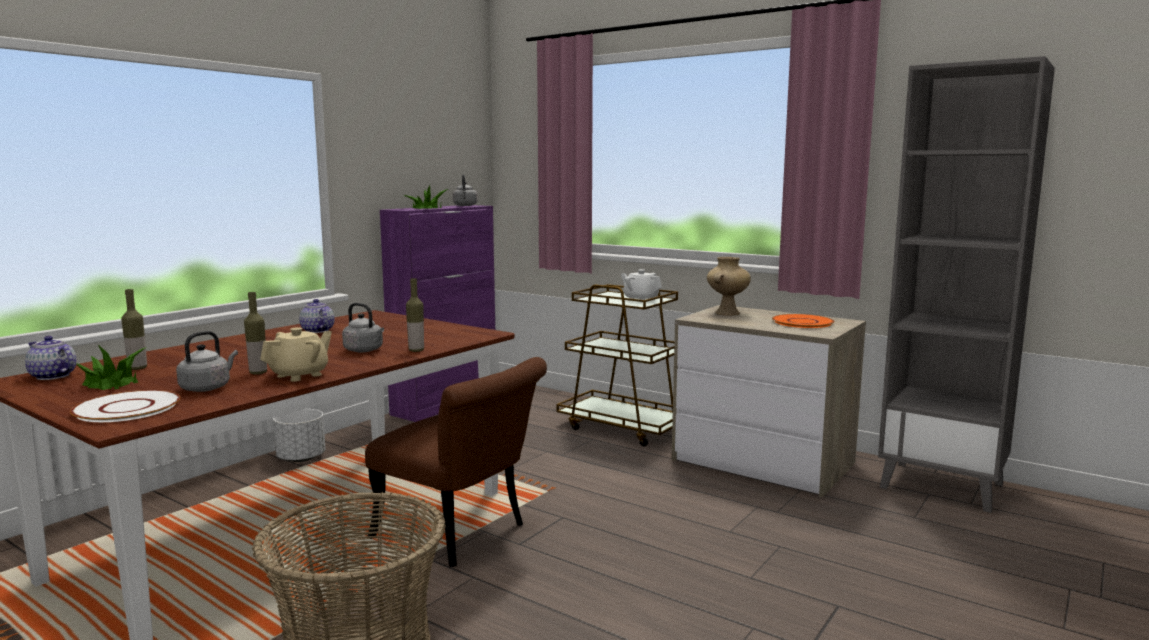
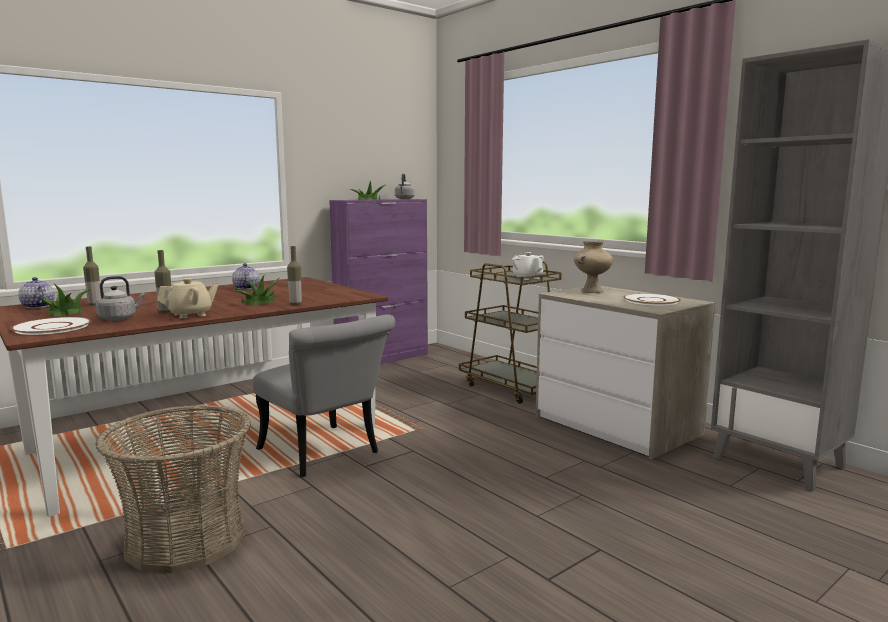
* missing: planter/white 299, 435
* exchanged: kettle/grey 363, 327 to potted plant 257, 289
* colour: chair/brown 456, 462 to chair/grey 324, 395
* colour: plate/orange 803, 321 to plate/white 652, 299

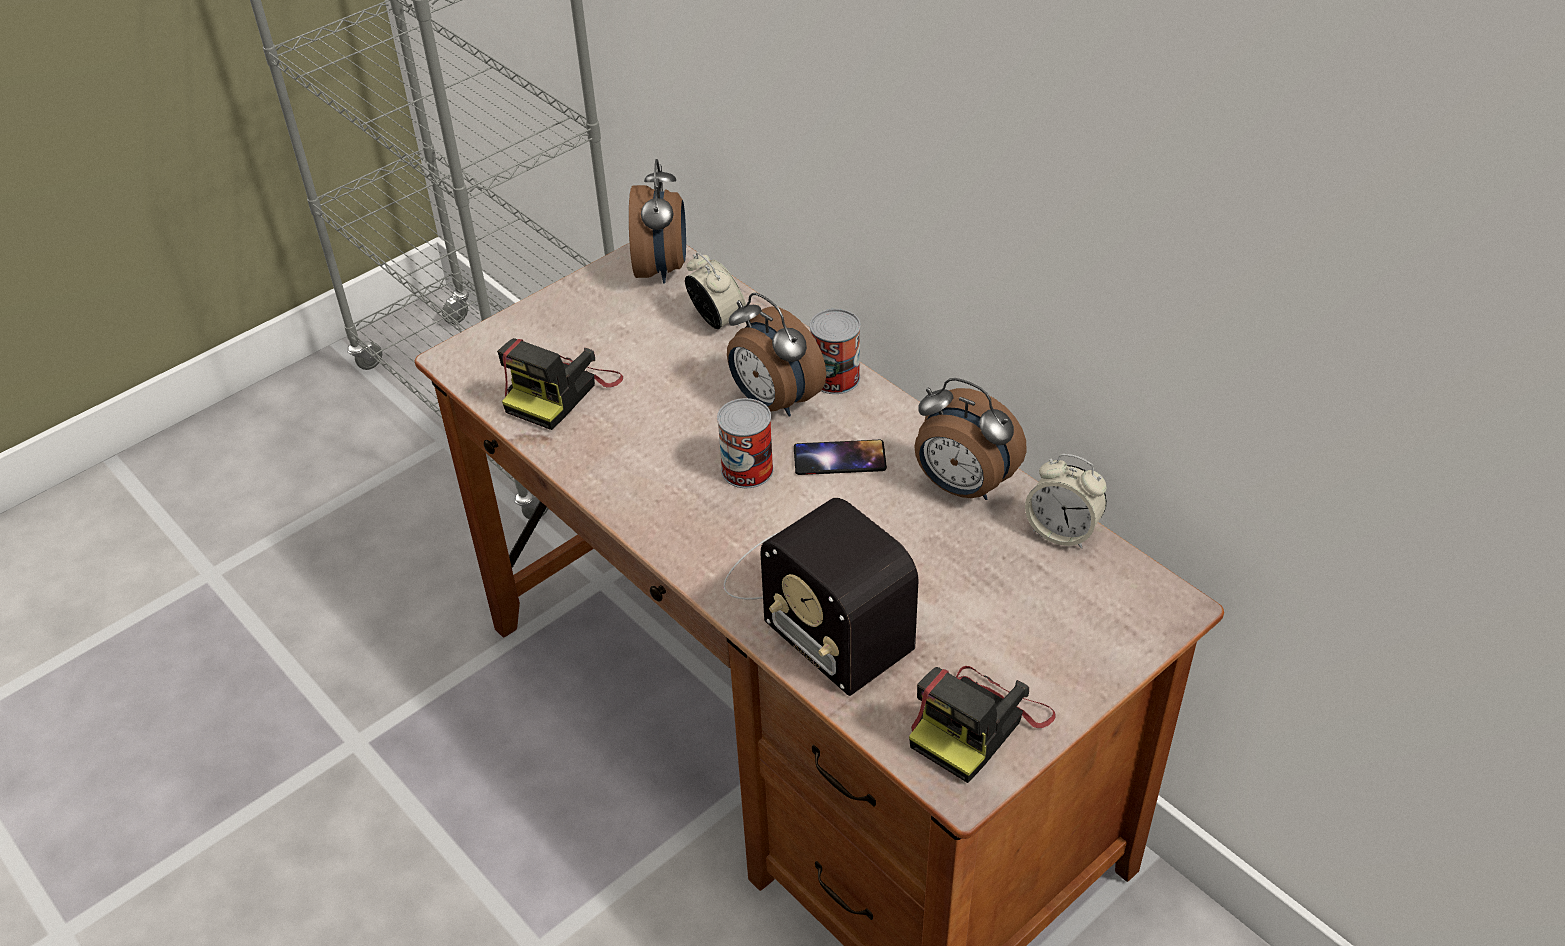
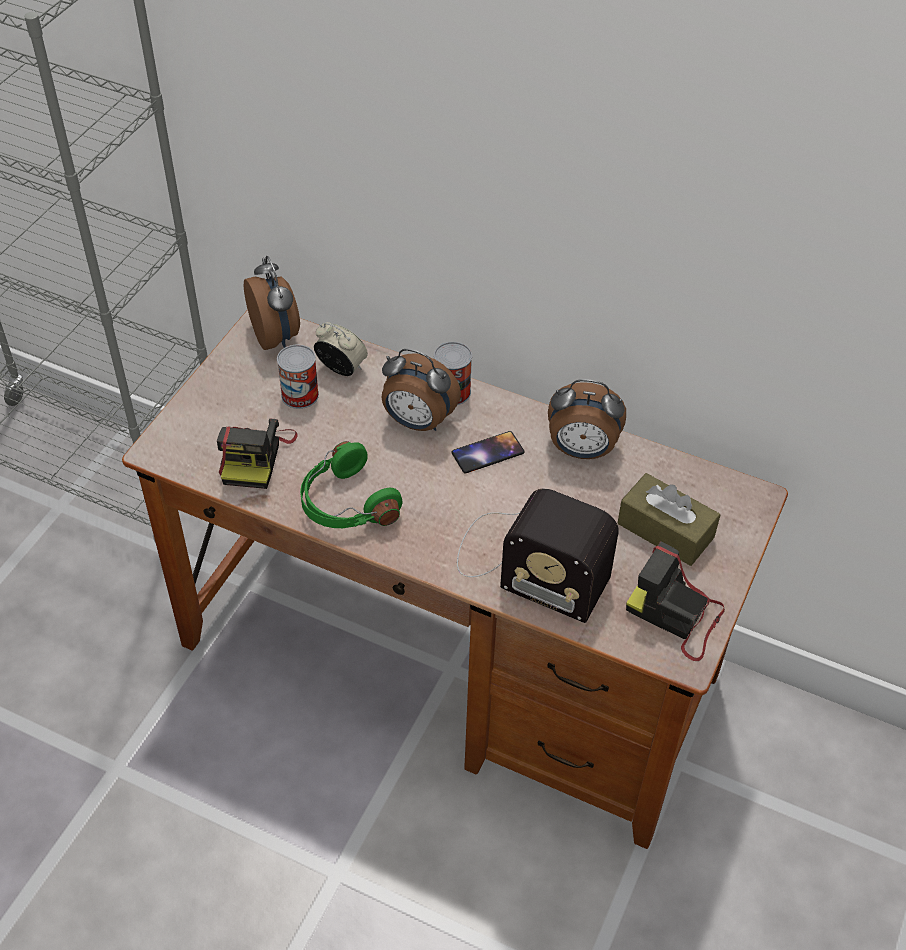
* relocated: can 745, 443 to 298, 377
* spun: photo camera 982, 724 = 675, 601 105 degrees clockwise
* missing: alarm clock 1066, 501
* appeared: headphones/green 351, 484
* appeared: tissue box/brown 669, 519

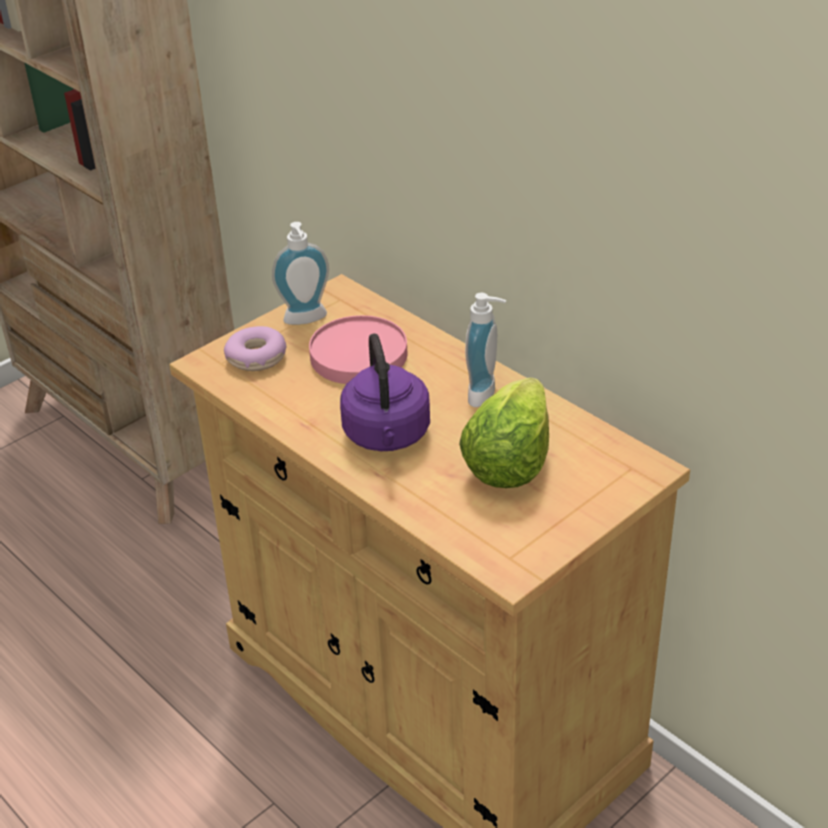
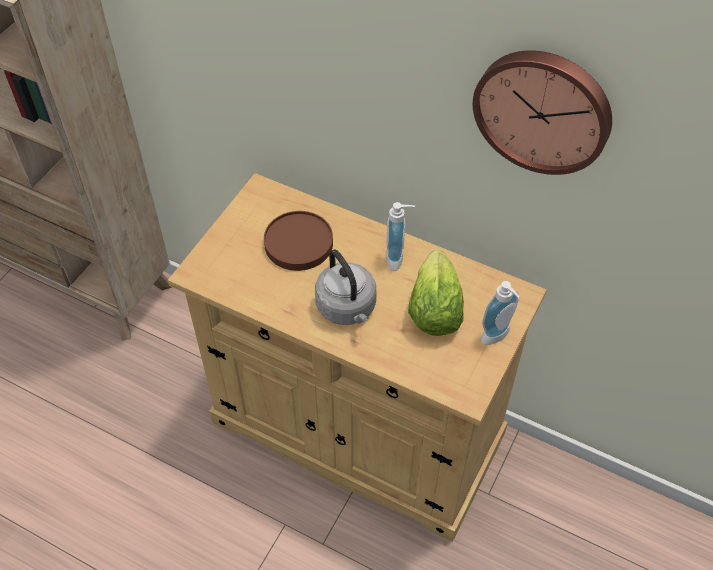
* missing: donut 255, 348
* relocated: soap dispenser 300, 273 to 500, 313
* colour: plate/pink 358, 349 to plate/brown 298, 241
* colour: kettle/purple 385, 392 to kettle/grey 346, 287
* appeared: wall clock 542, 112

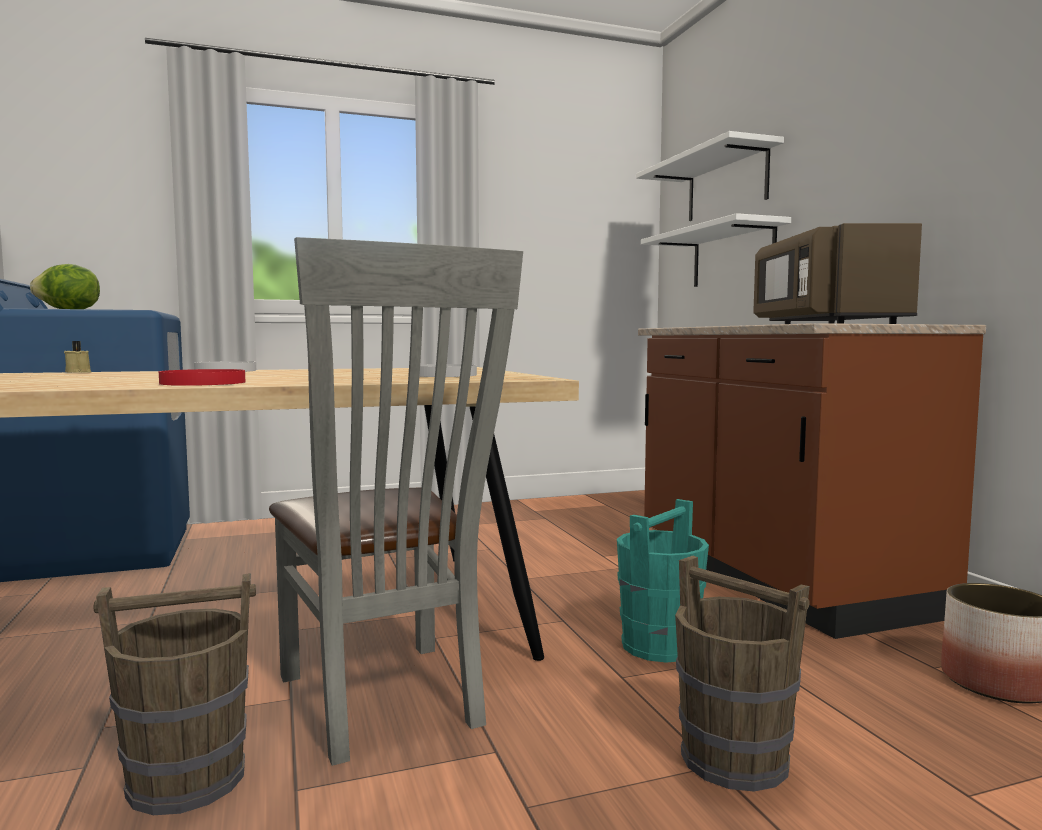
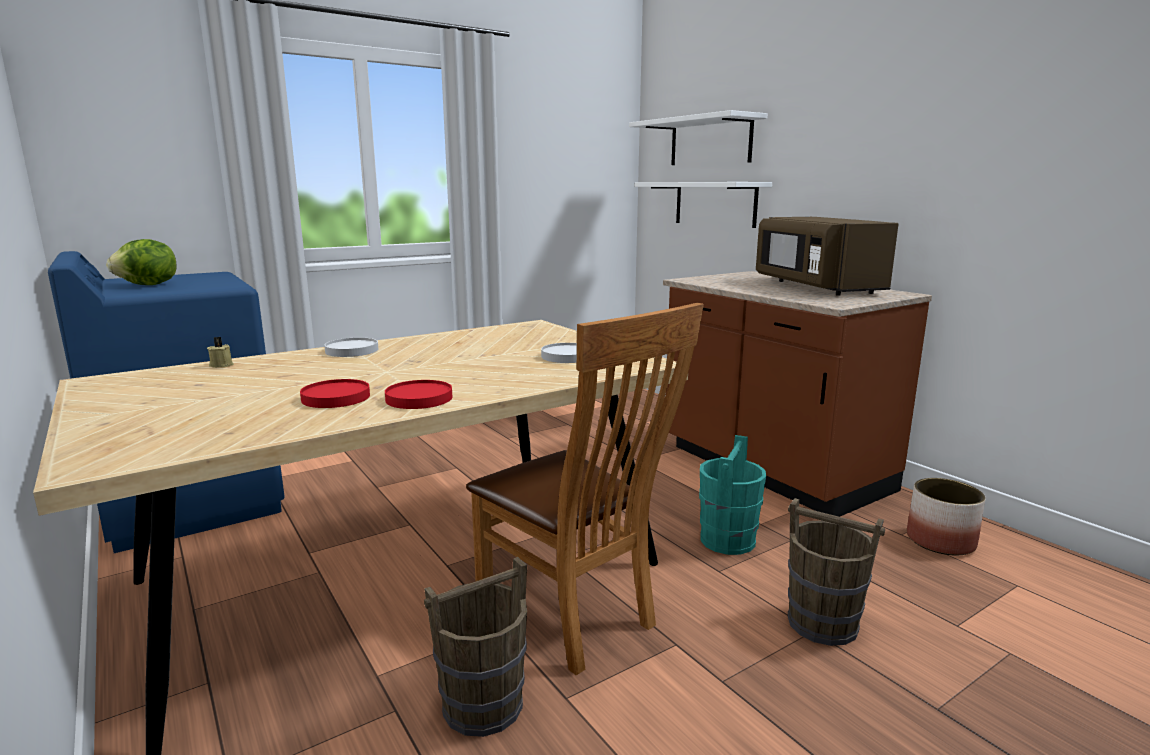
* colour: chair/grey 396, 501 to chair/brown 585, 489
* appeared: plate/red 335, 393

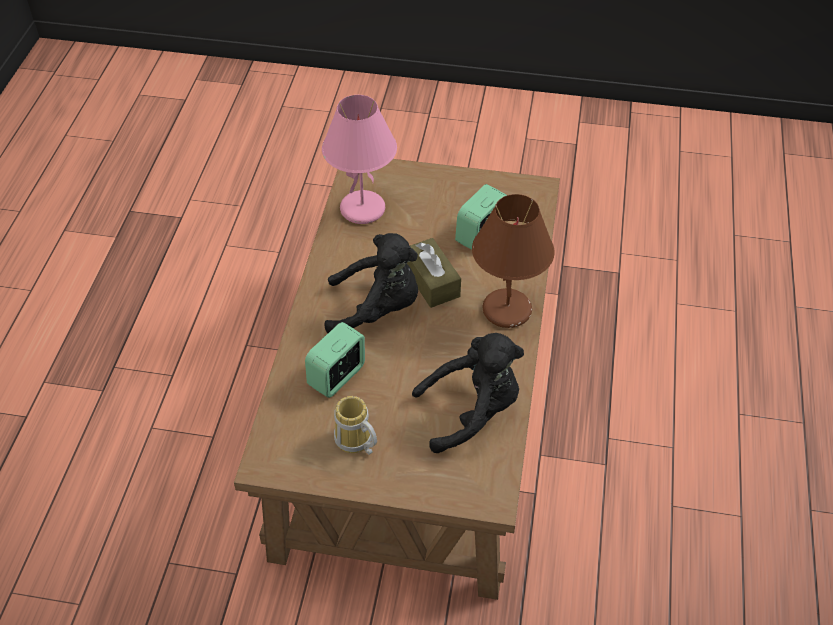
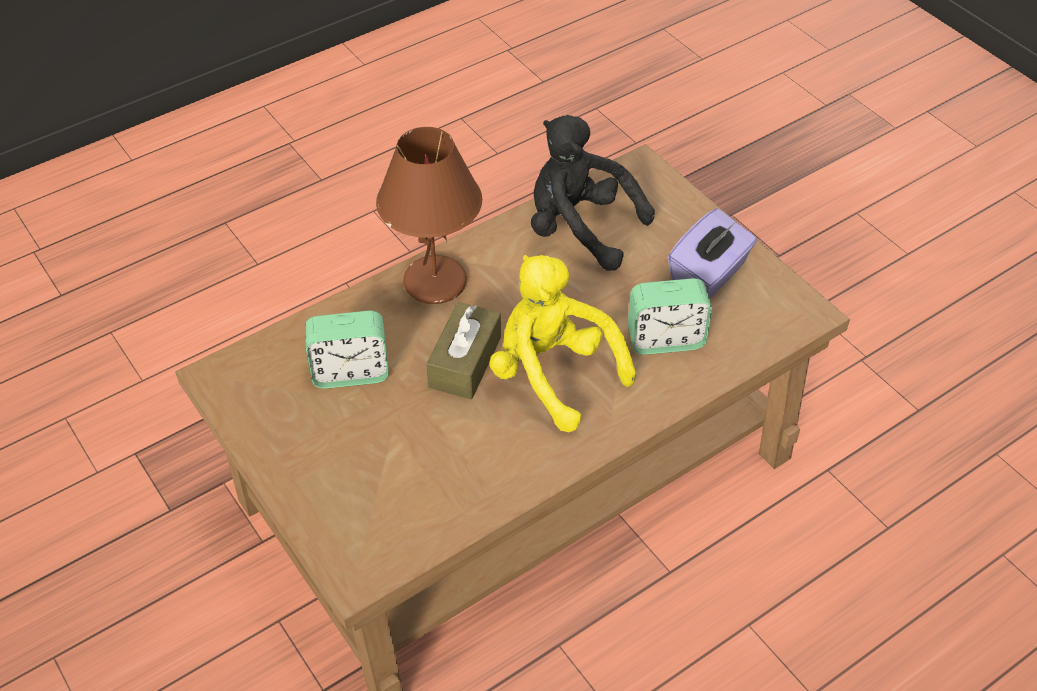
* missing: table lamp/pink 359, 159
* colour: plush toy/black 371, 283 to plush toy/yellow 562, 343
* exchanged: mug 355, 425 to tissue box/purple 712, 254

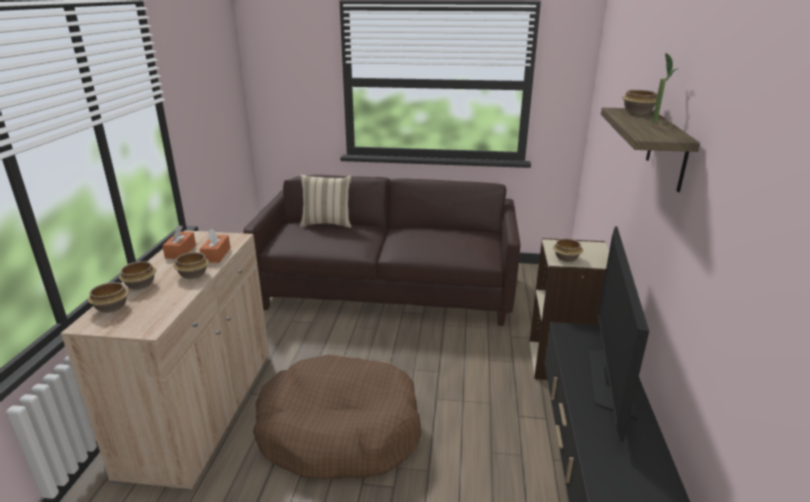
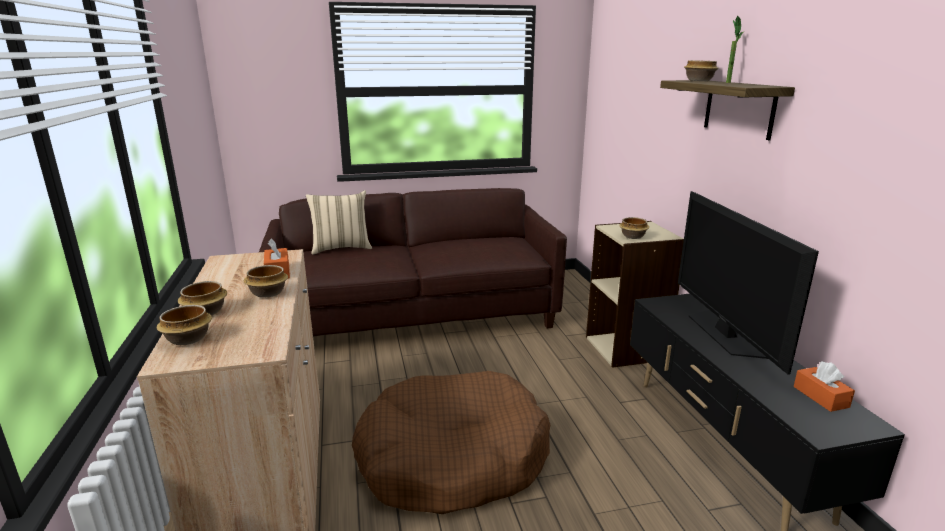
* relocated: tissue box/orange 179, 242 to 824, 386

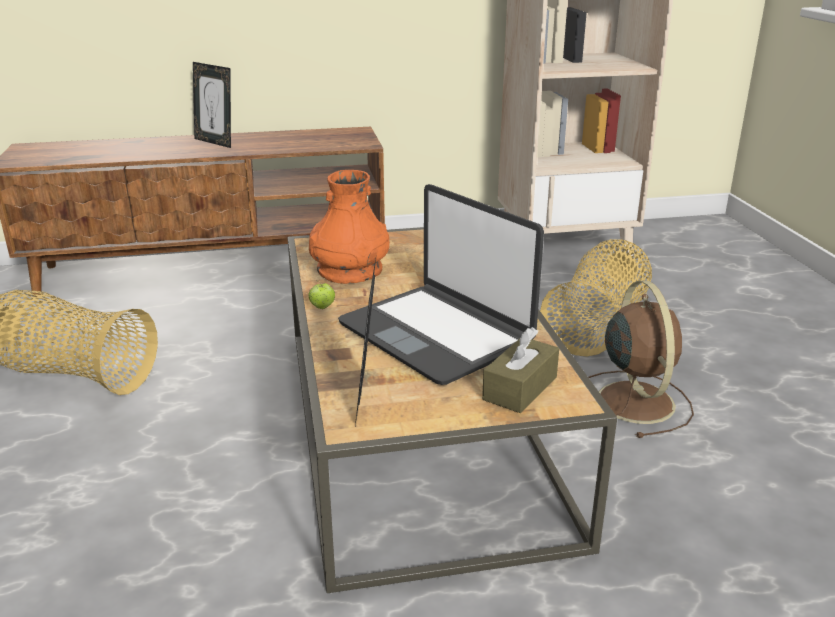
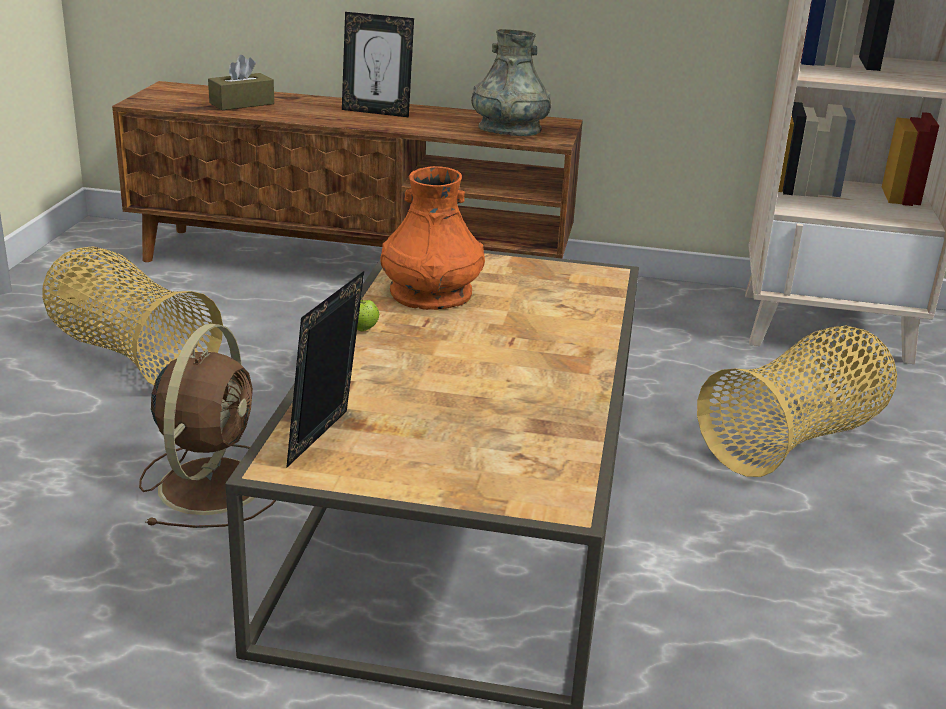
* spun: picture frame 212, 105 = 378, 64 45 degrees counterclockwise
* missing: laptop 441, 284
* relocated: tissue box/brown 520, 370 to 241, 82
* relocated: fan/brown 641, 359 to 207, 426
* appeared: vase/grey 511, 82

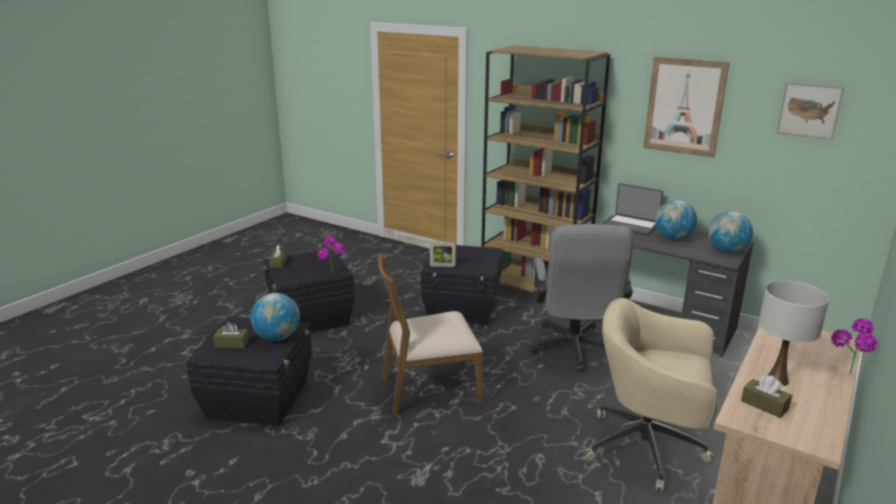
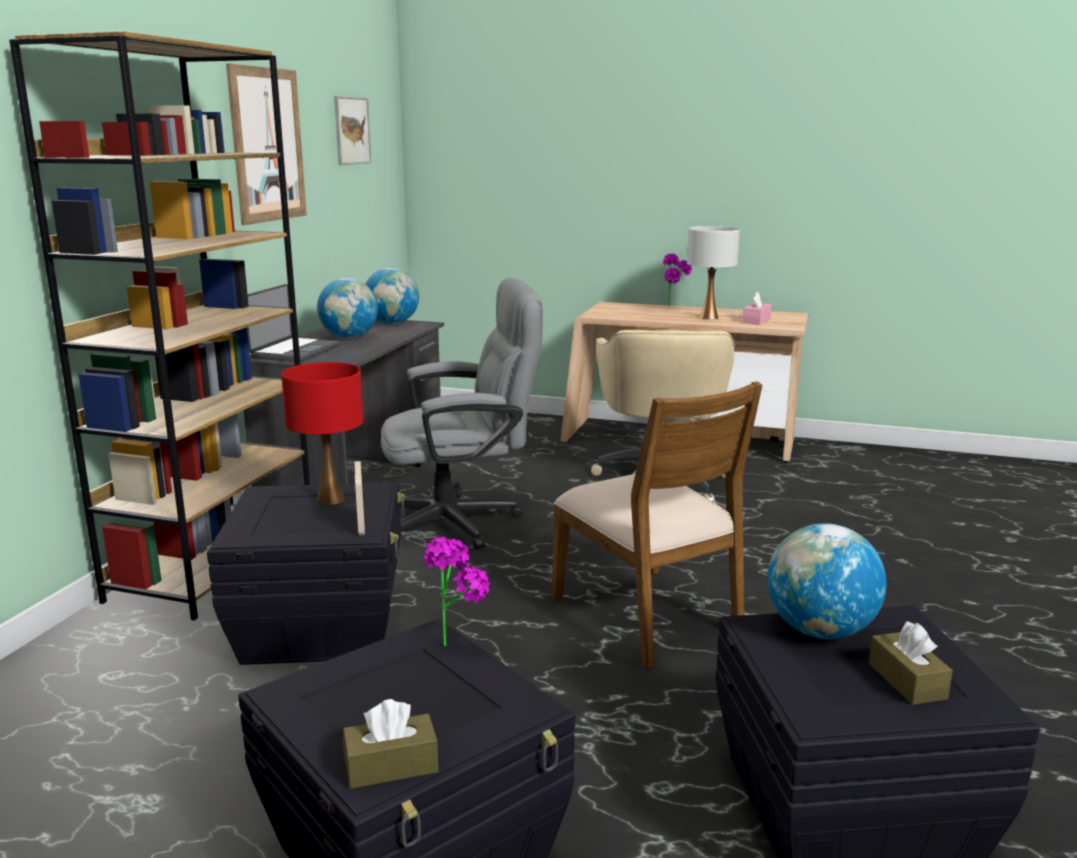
* colour: tissue box/brown 766, 396 to tissue box/pink 757, 308
* appeared: table lamp/red 322, 433

